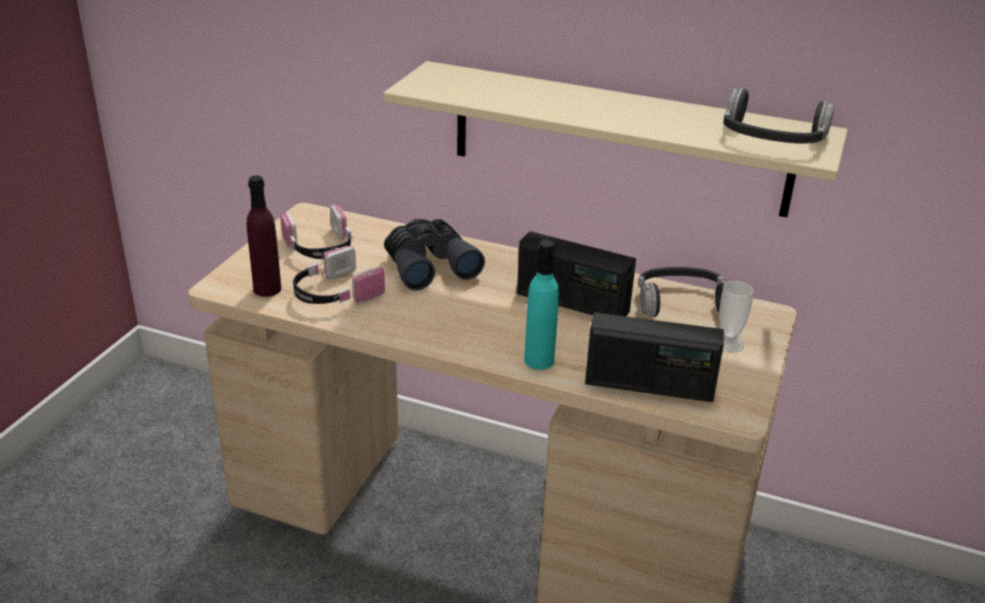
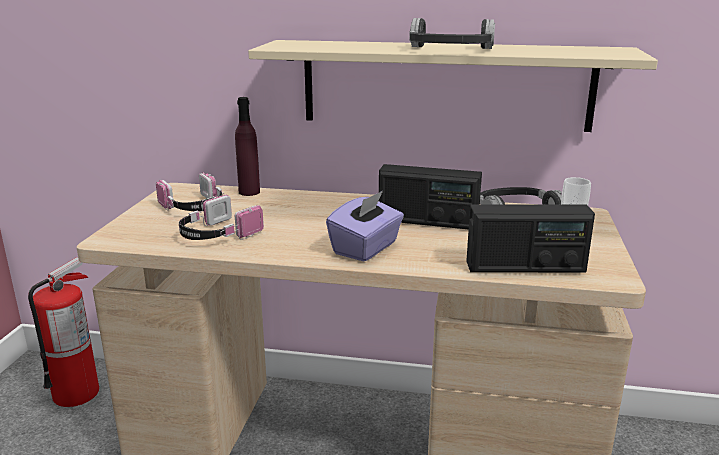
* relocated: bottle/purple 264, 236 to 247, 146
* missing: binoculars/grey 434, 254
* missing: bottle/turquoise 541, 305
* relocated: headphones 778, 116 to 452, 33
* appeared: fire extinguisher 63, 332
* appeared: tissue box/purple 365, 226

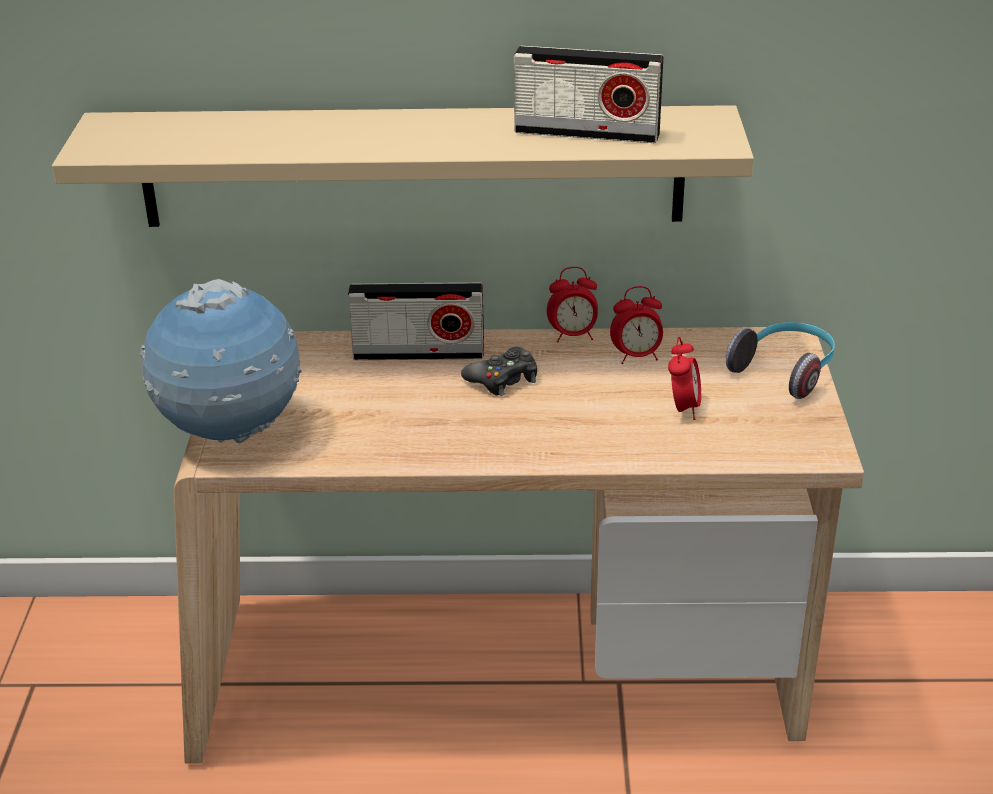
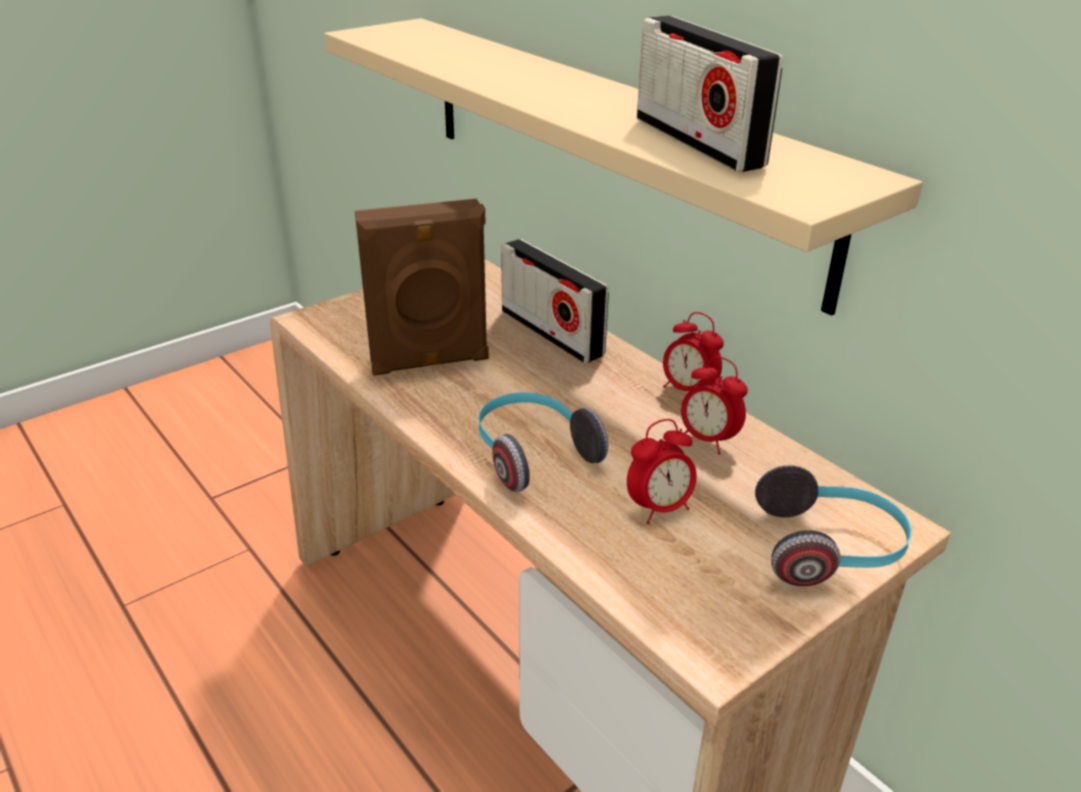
* missing: globe 220, 361
* missing: game controller/black 499, 371
* appeared: speaker/brown 422, 287
* appeared: headphones 543, 442

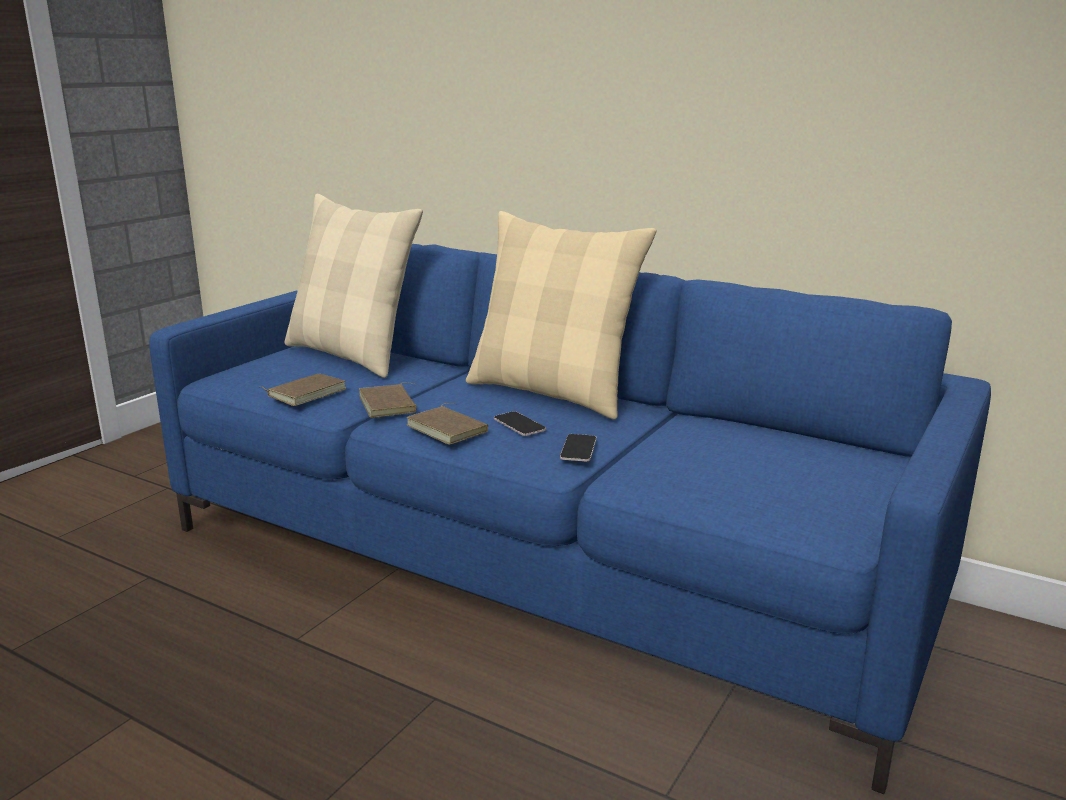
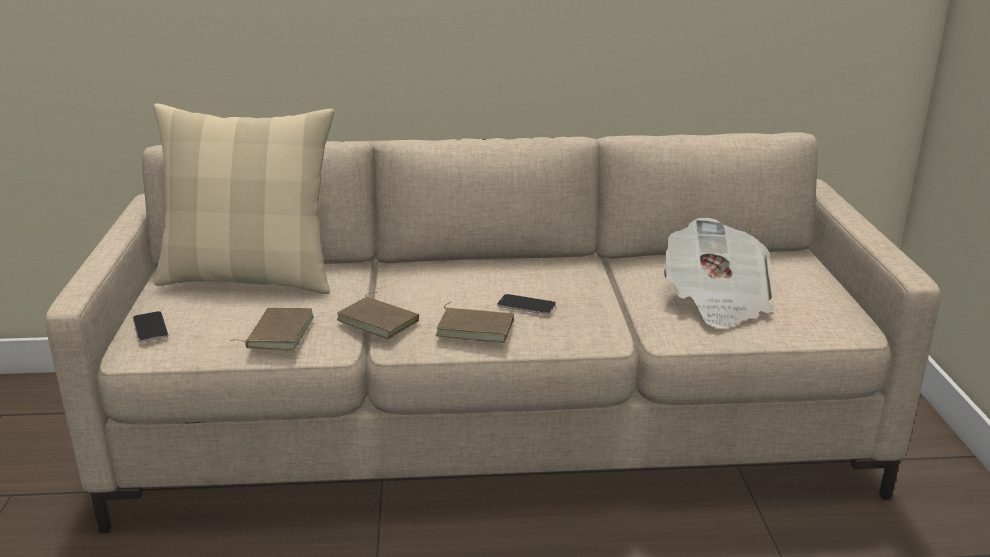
* colour: sofa/blue 570, 519 to sofa/beige 493, 333
* missing: pillow/beige 561, 315
* relocated: phone 578, 447 to 151, 326
* appeared: newspaper 718, 273

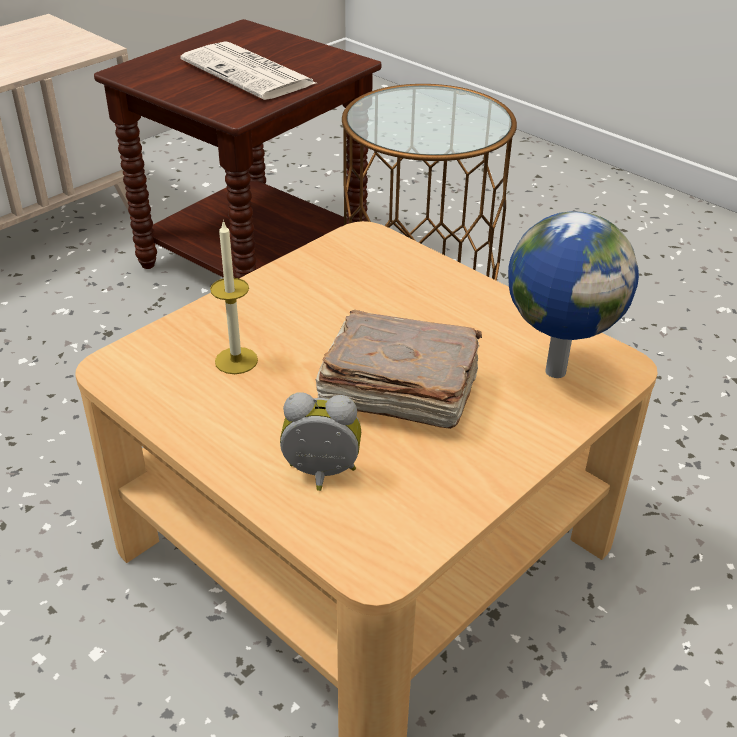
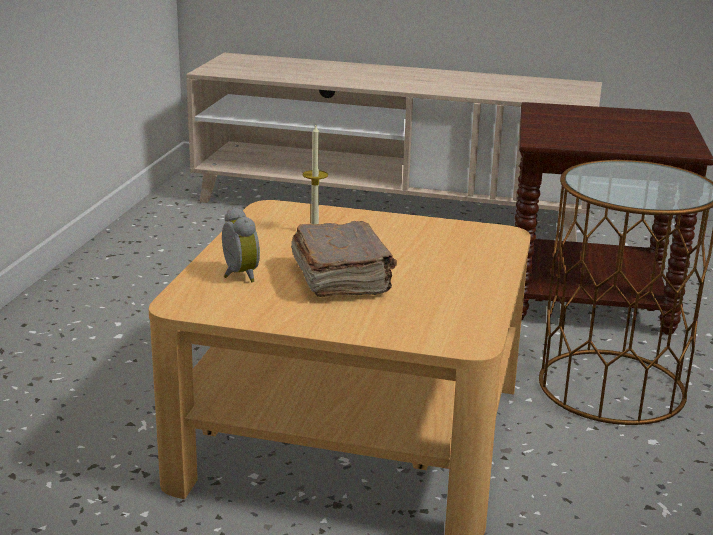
* missing: newspaper 248, 70
* missing: globe 573, 294

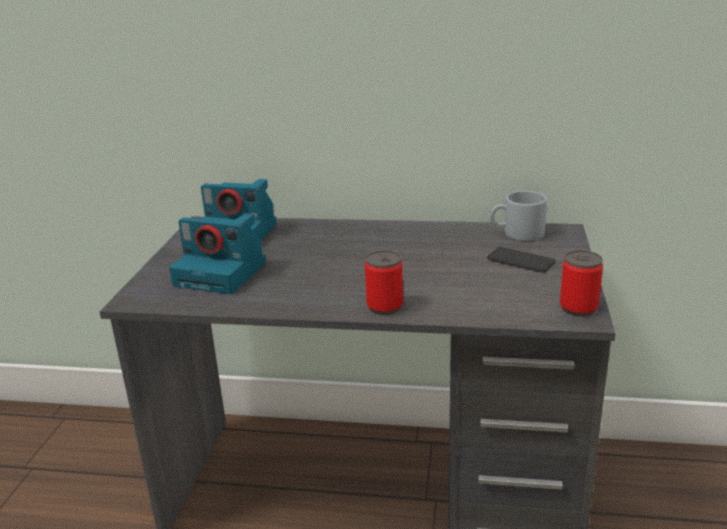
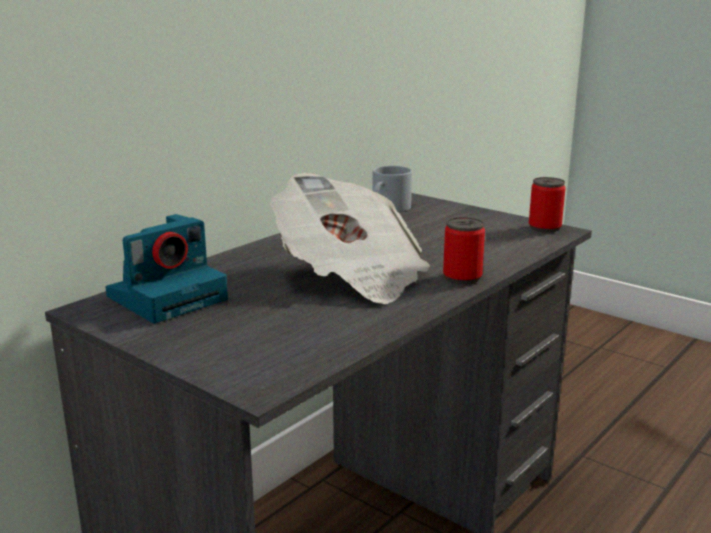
* missing: photo camera 217, 253
* missing: phone 521, 260
* appeared: newspaper 350, 238

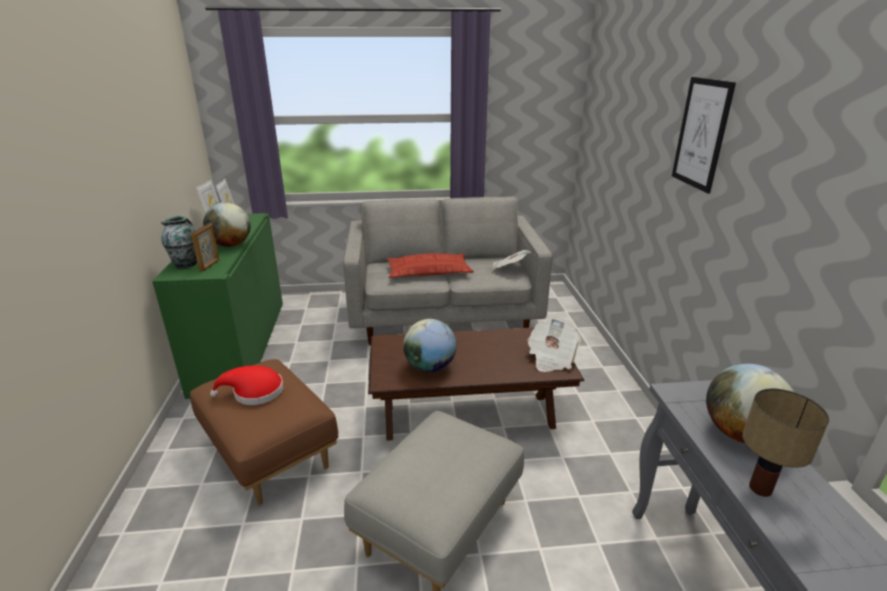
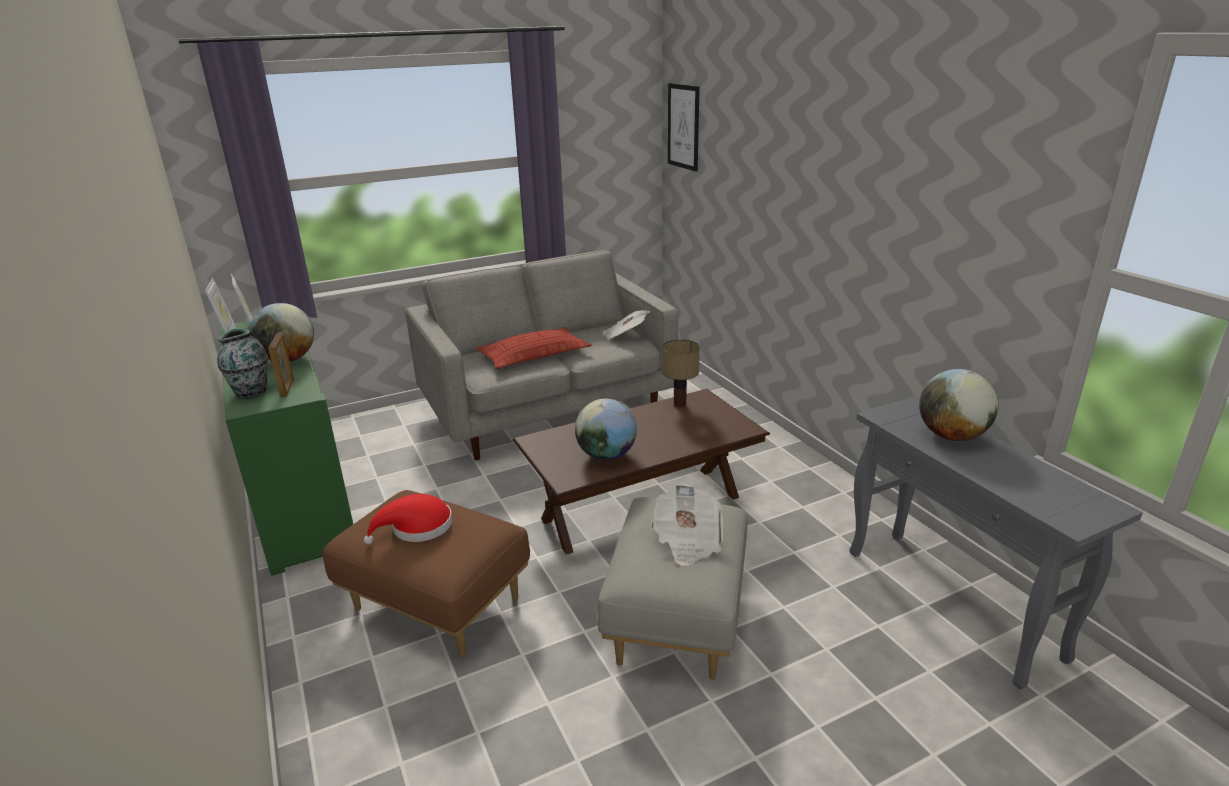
* relocated: newspaper 554, 345 to 687, 524
* relocated: picture 704, 135 to 684, 127
* relocated: table lamp 785, 443 to 681, 373

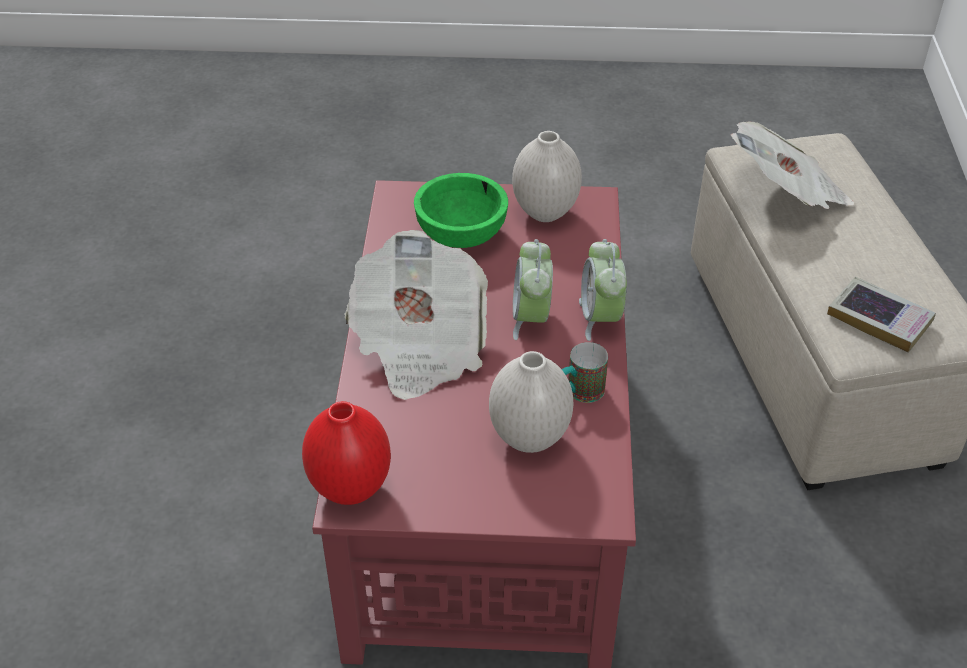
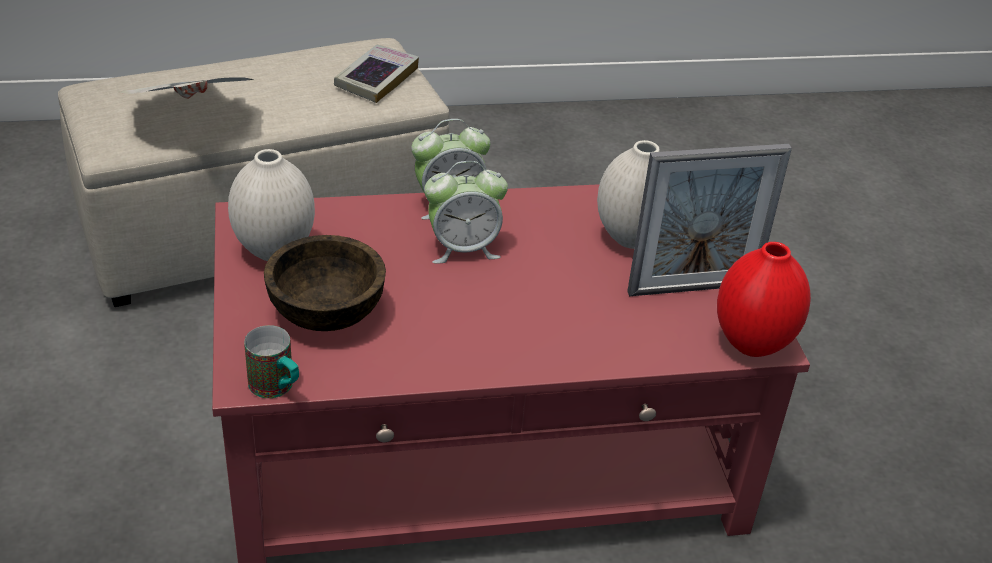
* missing: newspaper 416, 315
* colour: bowl/green 461, 210 to bowl/brown 325, 283
* relocated: mug 585, 372 to 271, 361
* appeared: picture frame 709, 220

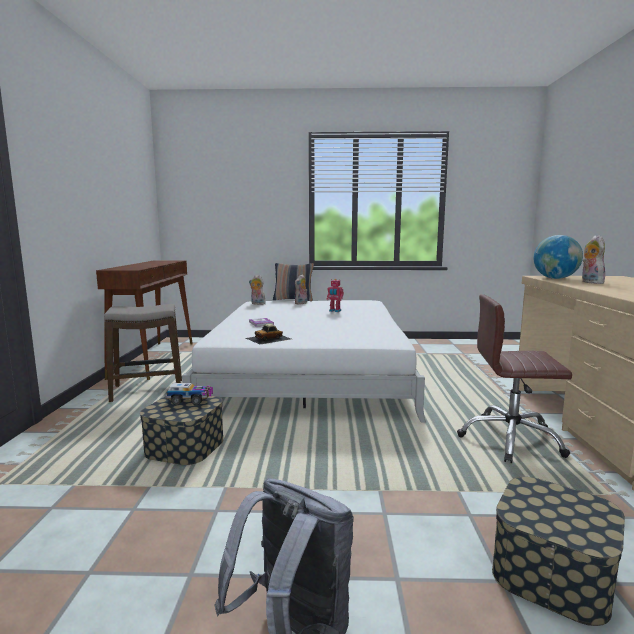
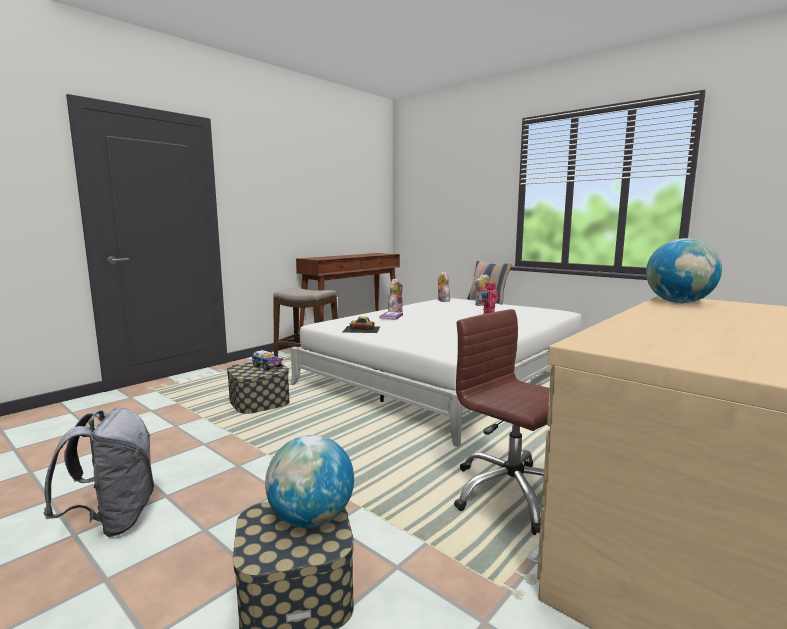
* relocated: plush toy 593, 259 to 395, 295
* appeared: globe 309, 481

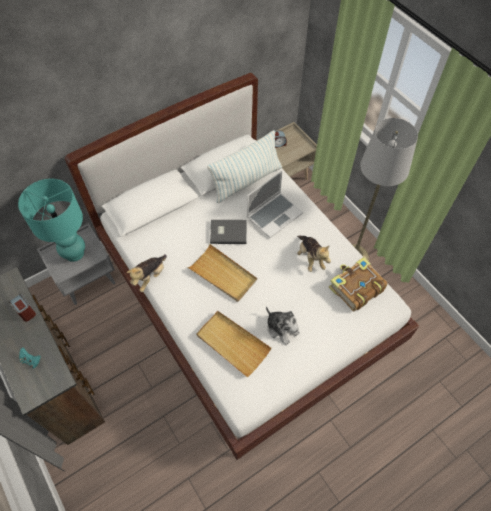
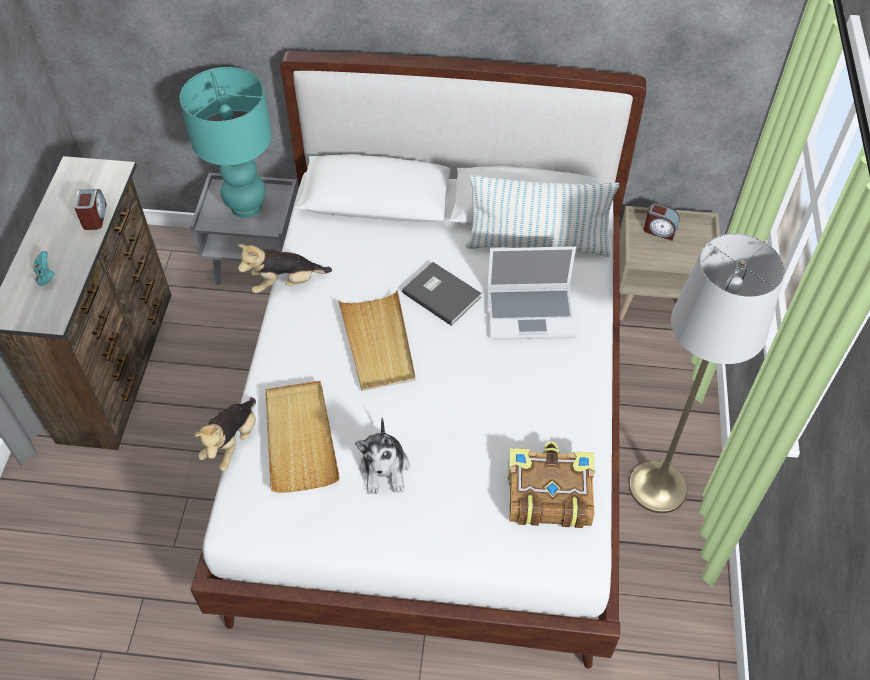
* relocated: plush toy 314, 254 to 225, 434

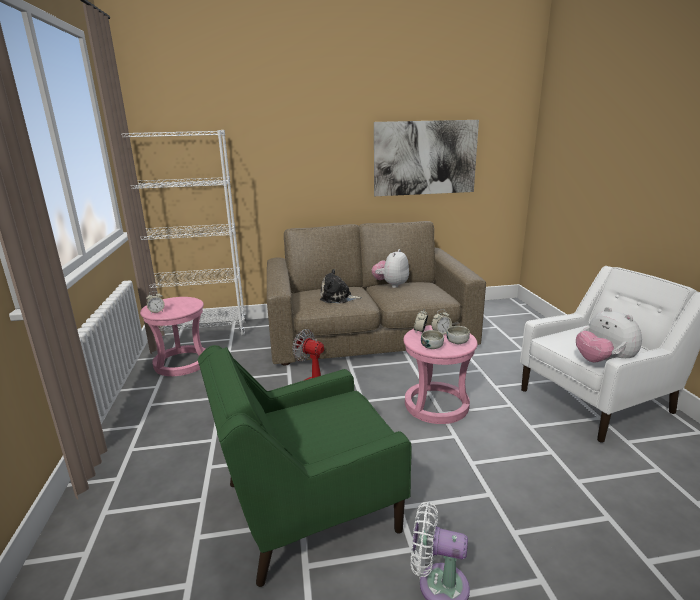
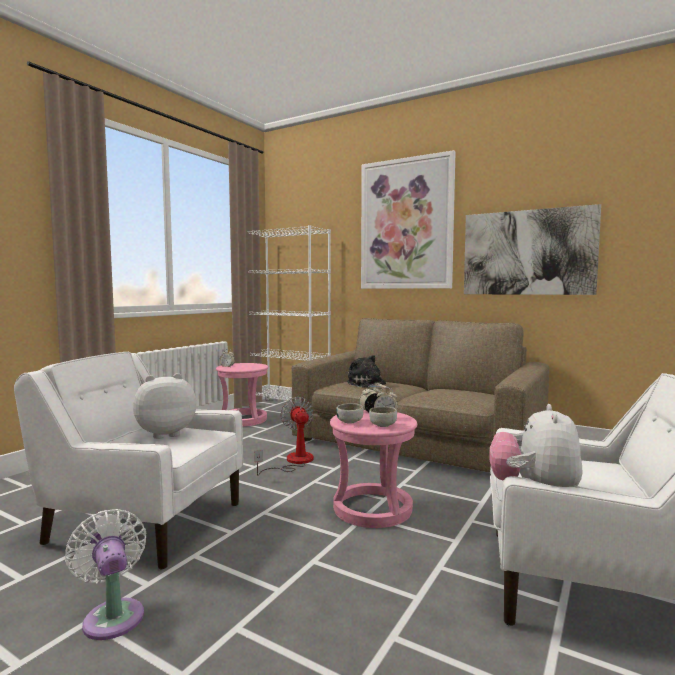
* colour: armchair/green 304, 466 to armchair/white 128, 460
* relocated: plush toy 390, 268 to 164, 406
* appeared: picture 408, 219

